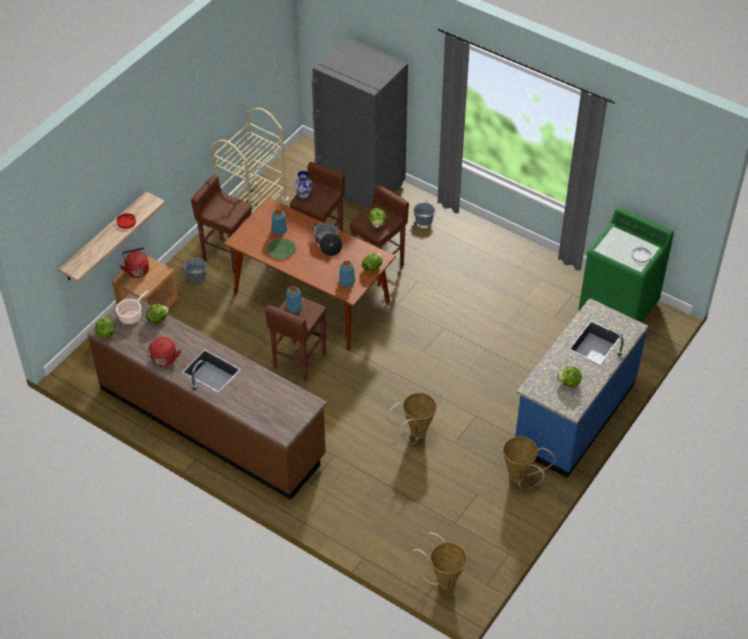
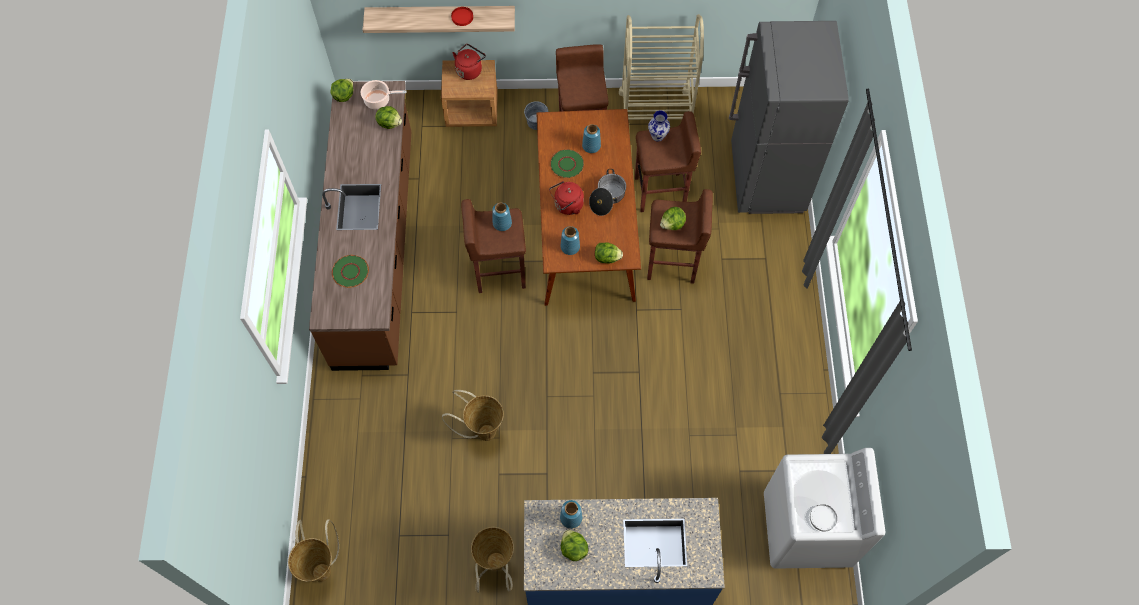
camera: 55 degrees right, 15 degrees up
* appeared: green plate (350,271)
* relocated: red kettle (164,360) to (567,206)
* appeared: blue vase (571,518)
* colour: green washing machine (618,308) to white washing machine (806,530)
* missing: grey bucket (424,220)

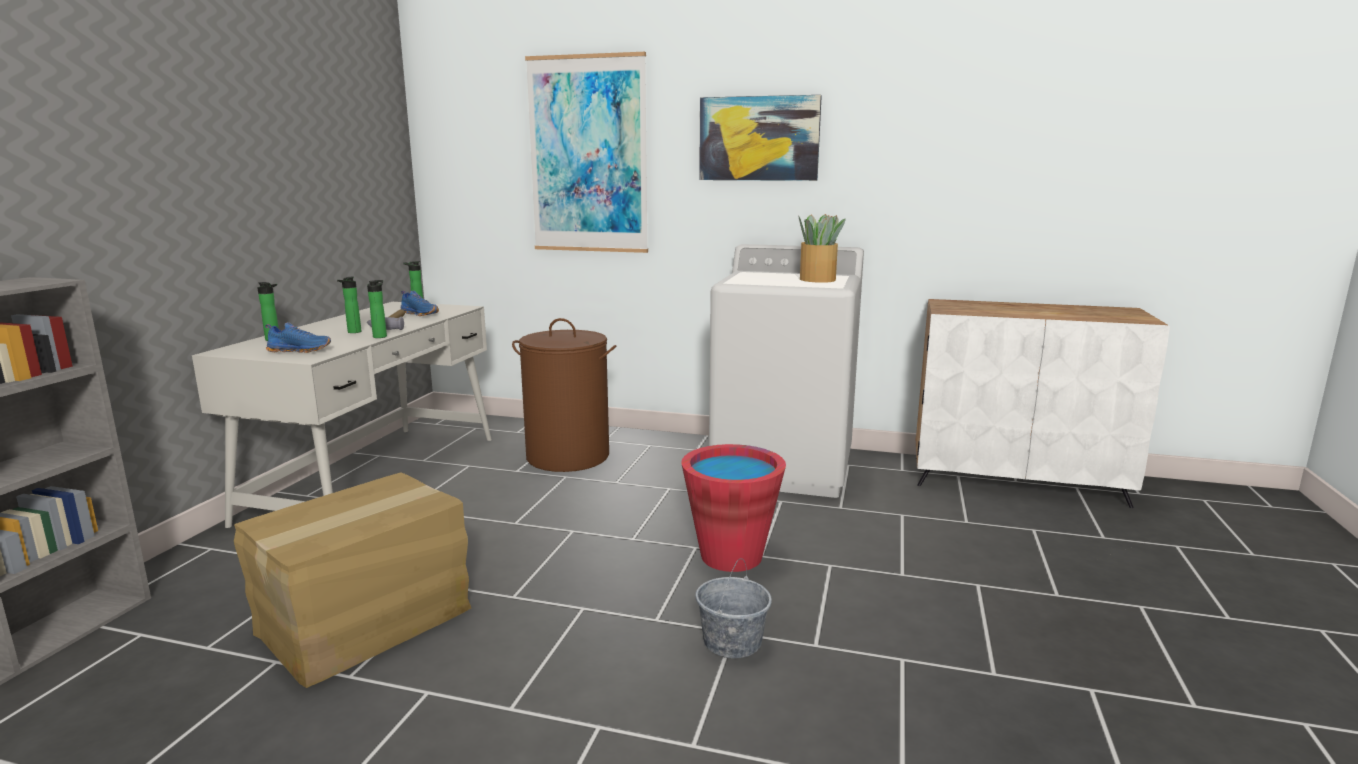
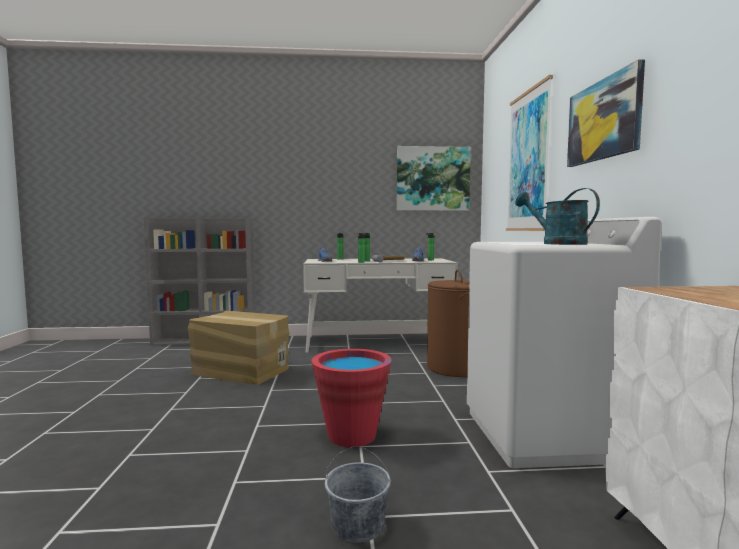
camera: 70 degrees right, 10 degrees down
* relocated: grey bucket (732,641) to (358,525)
* appeared: picture (433,179)
* exchanged: potted plant (817,279) to turquoise watering can (556,243)

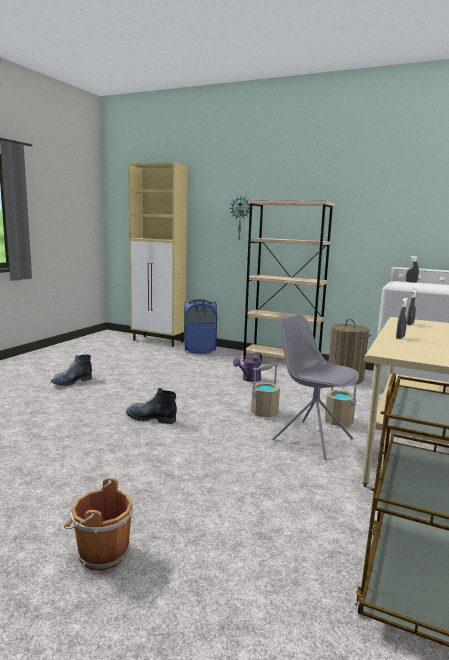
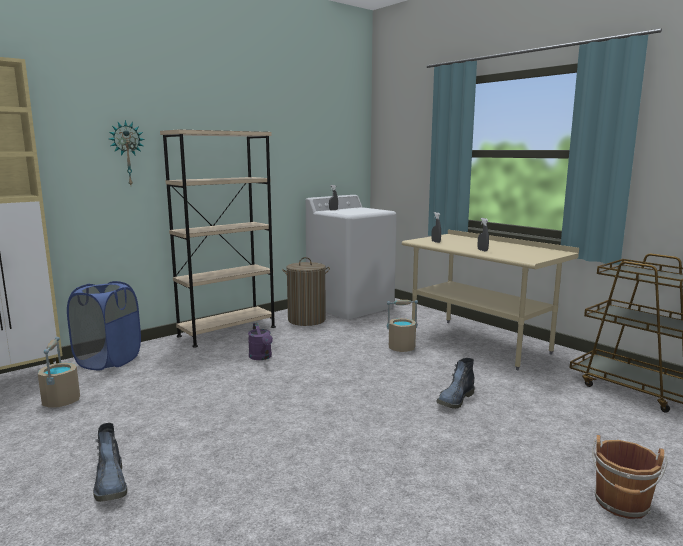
camera: 65 degrees left, 0 degrees up
* relocated: beige bucket (264,412) to (61,400)
* relocated: boot (150,418) to (455,400)
* missing: grey chair (311,438)

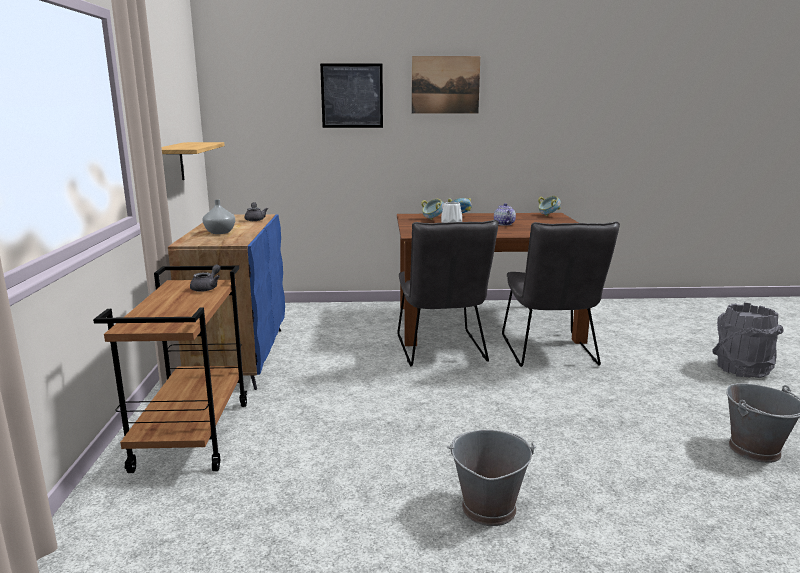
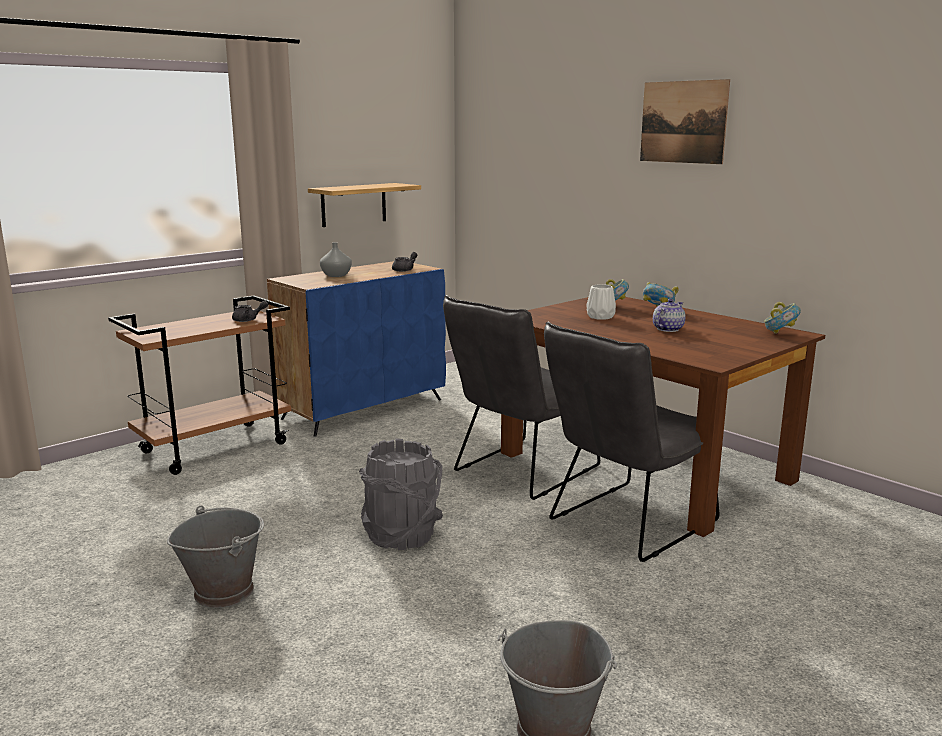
camera: 50 degrees right, 0 degrees up
* relocated: grey bucket (742,369) to (402,535)
* missing: picture (352,96)

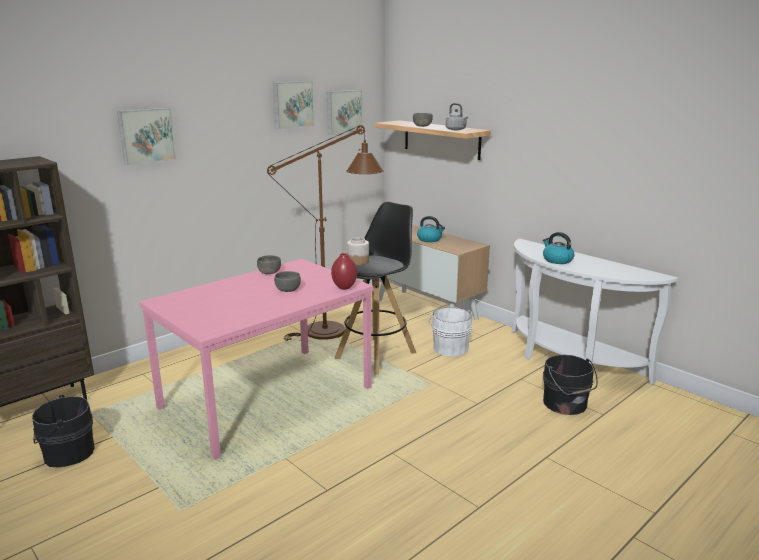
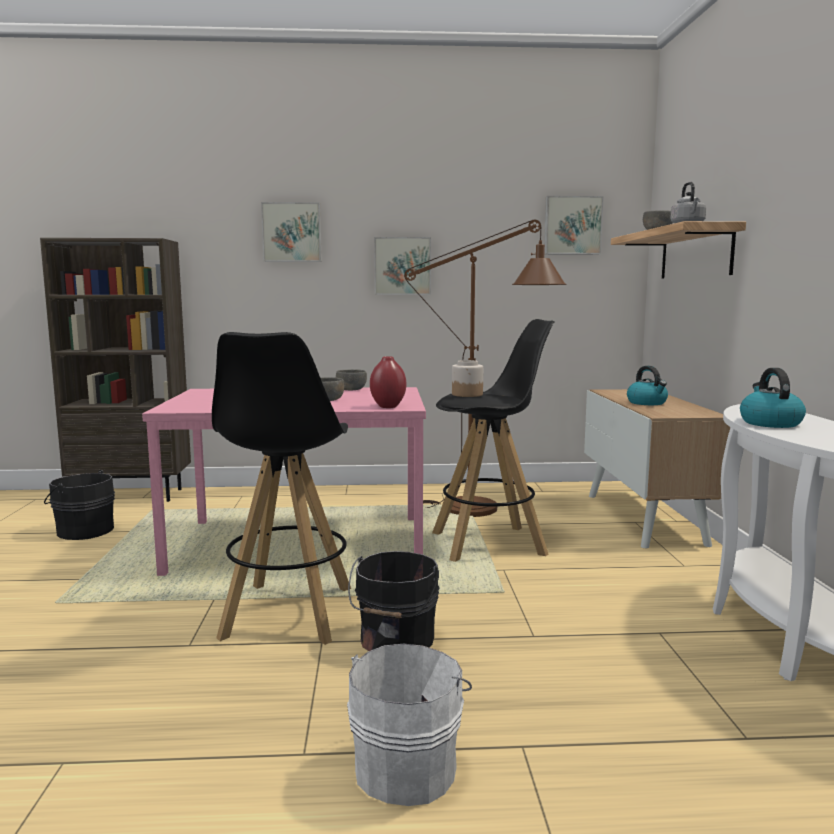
camera: 40 degrees right, 10 degrees down
* appeared: black stool (288,613)
* relocated: white bucket (450,347) to (408,766)
* relocated: black bucket (565,405) to (395,641)
* relocated: picture (292,104) to (402,266)

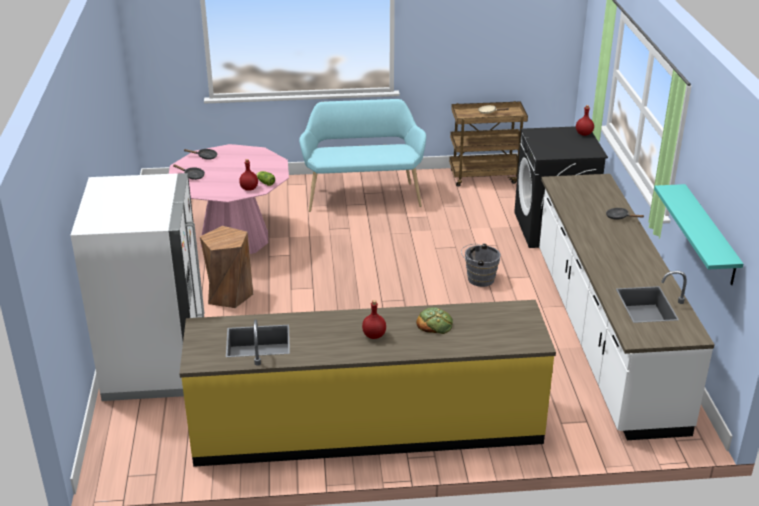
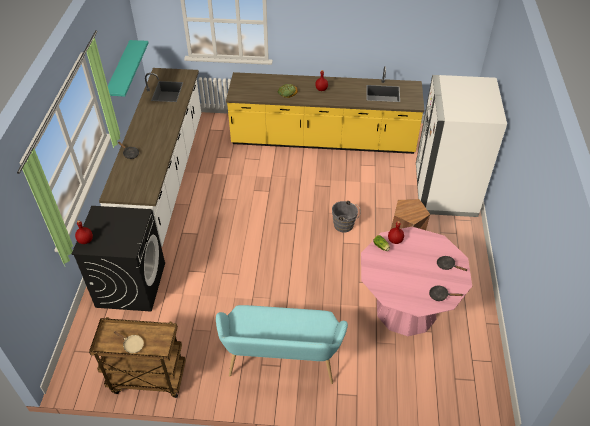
camera: 170 degrees left, 15 degrees up
* relocated: grey bucket (478,279) to (345,225)

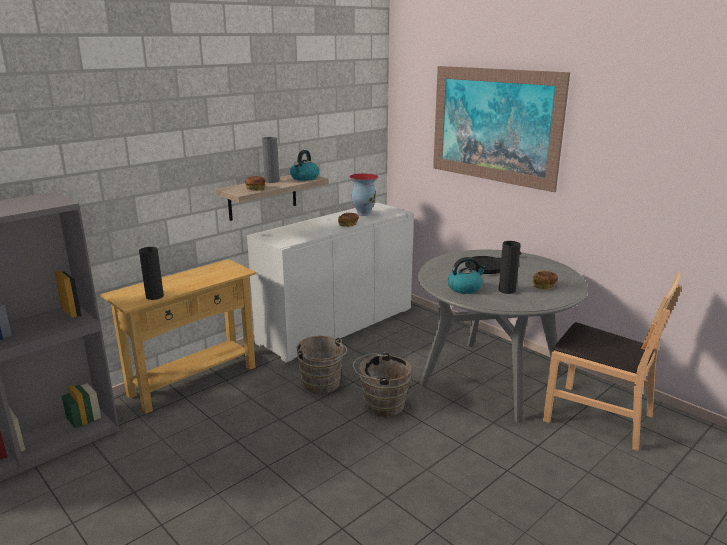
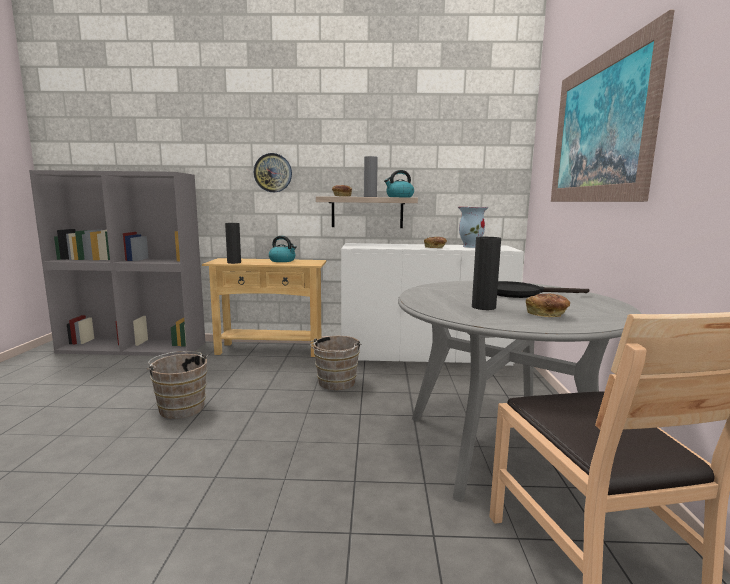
camera: 45 degrees right, 10 degrees down
* relocated: brown bucket (381,405) to (181,407)
* appeared: wall clock (273,173)
* relocated: kettle (465,288) to (282,261)

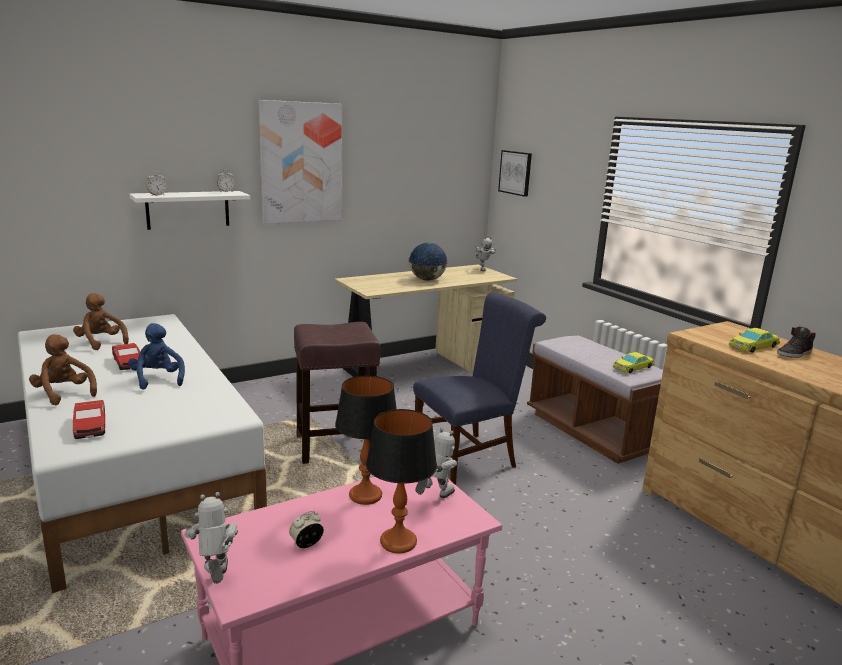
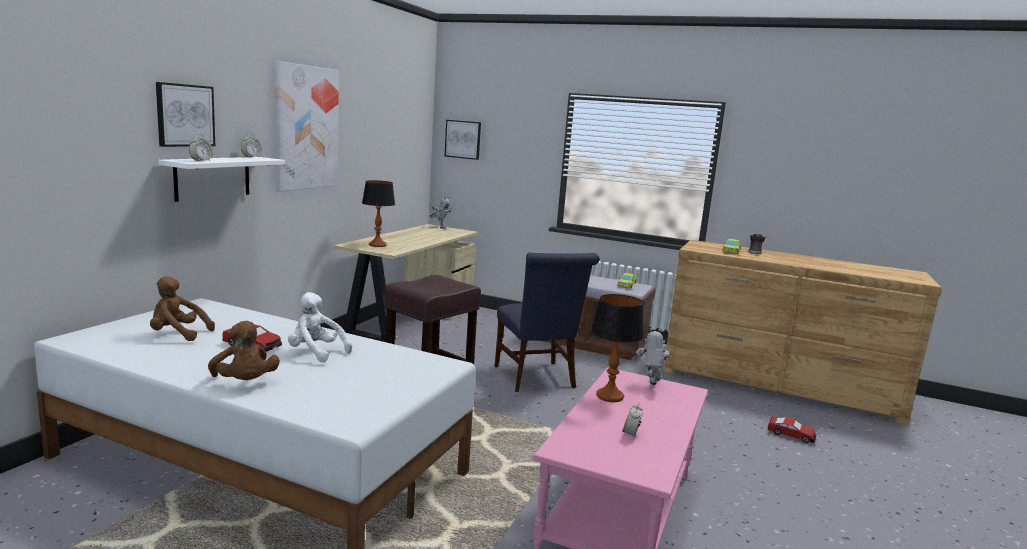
camera: 35 degrees left, 5 degrees down
* appeared: picture (185,115)
* spun: brown plush toy (64,393) = (245,383) 135 degrees counterclockwise
* colour: blue plush toy (158,379) to white plush toy (316,352)
* relocated: table lamp (398,541) to (377,245)
* spun: blue chair (470,456) = (537,378) 135 degrees clockwise
* relocated: toy car (90,426) to (791,435)
* missing: toy robot (216,579)
* missing: globe (427,280)

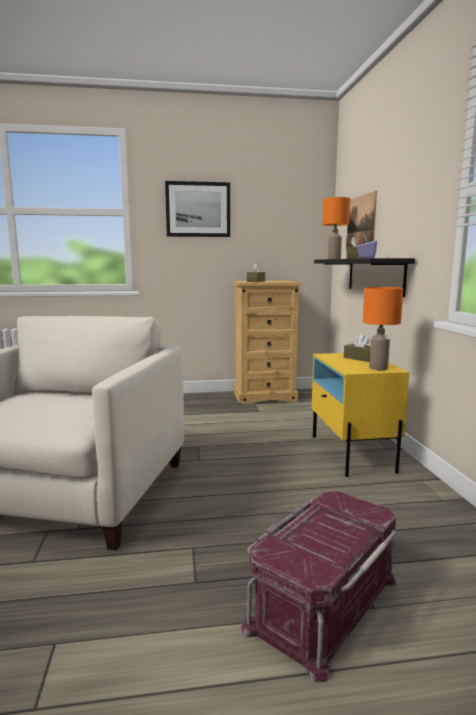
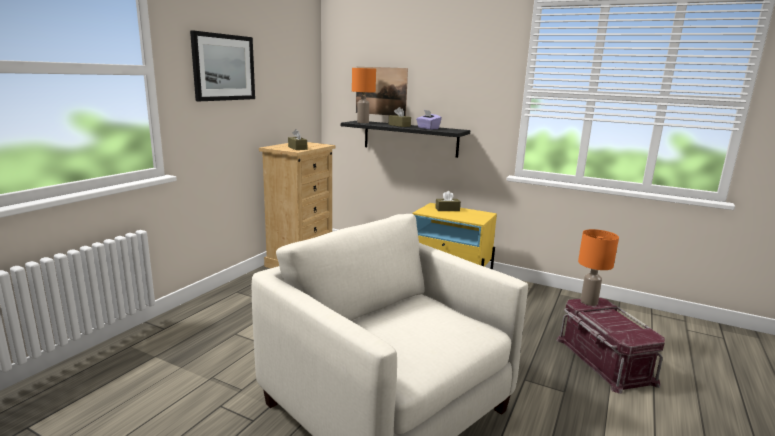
camera: 55 degrees left, 5 degrees up
* relocated: orange table lamp (378,368) to (589,302)

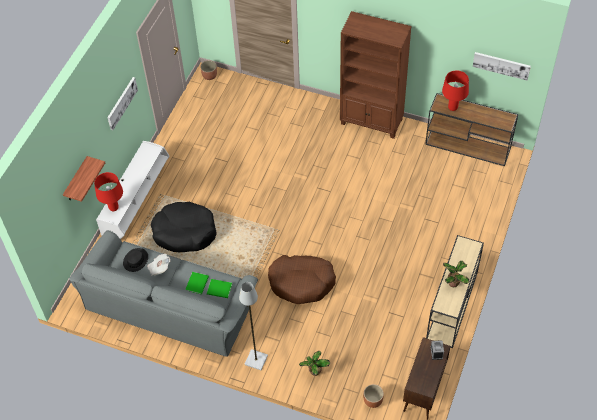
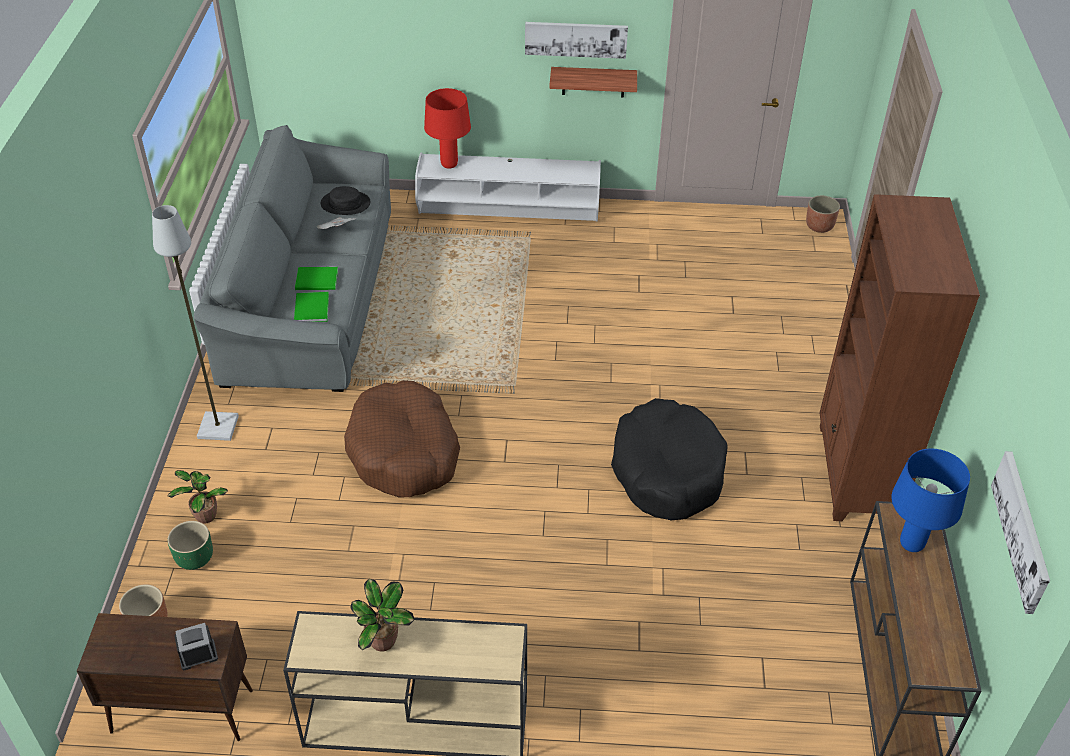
camera: 70 degrees right, 10 degrees down
* appeared: green planter (194,558)
* relocated: shelf (76,180) to (593,82)
* relocated: black dog bed (184,232) to (667,470)
* colour: red table lamp (452,108) to blue table lamp (911,544)

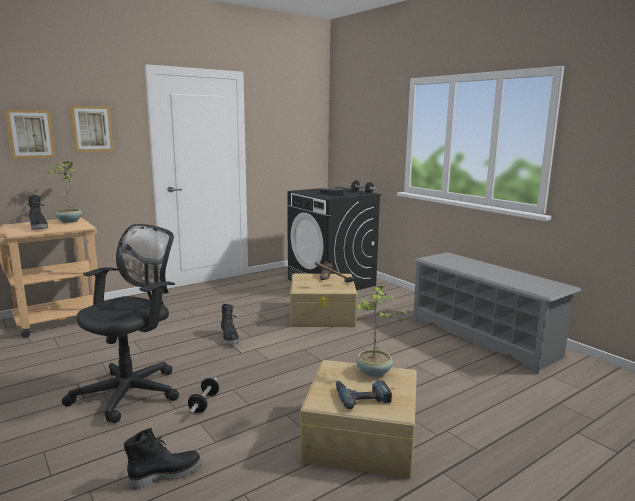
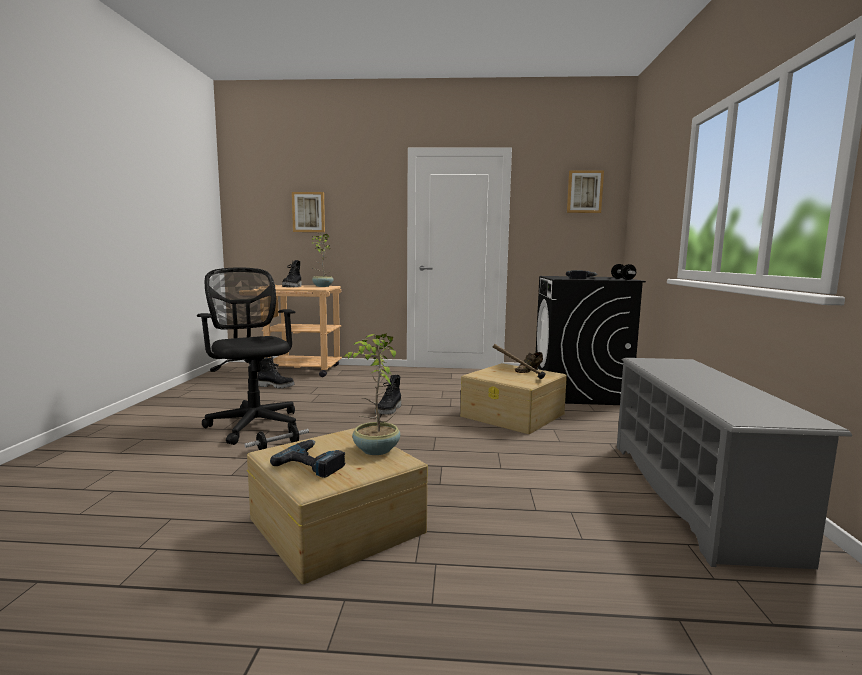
camera: 40 degrees right, 5 degrees down
* spun: black office chair (132,392) = (253,423) 105 degrees counterclockwise
* relocated: black boot (165,474) to (276,386)
* relocated: picture (92,128) to (584,192)

